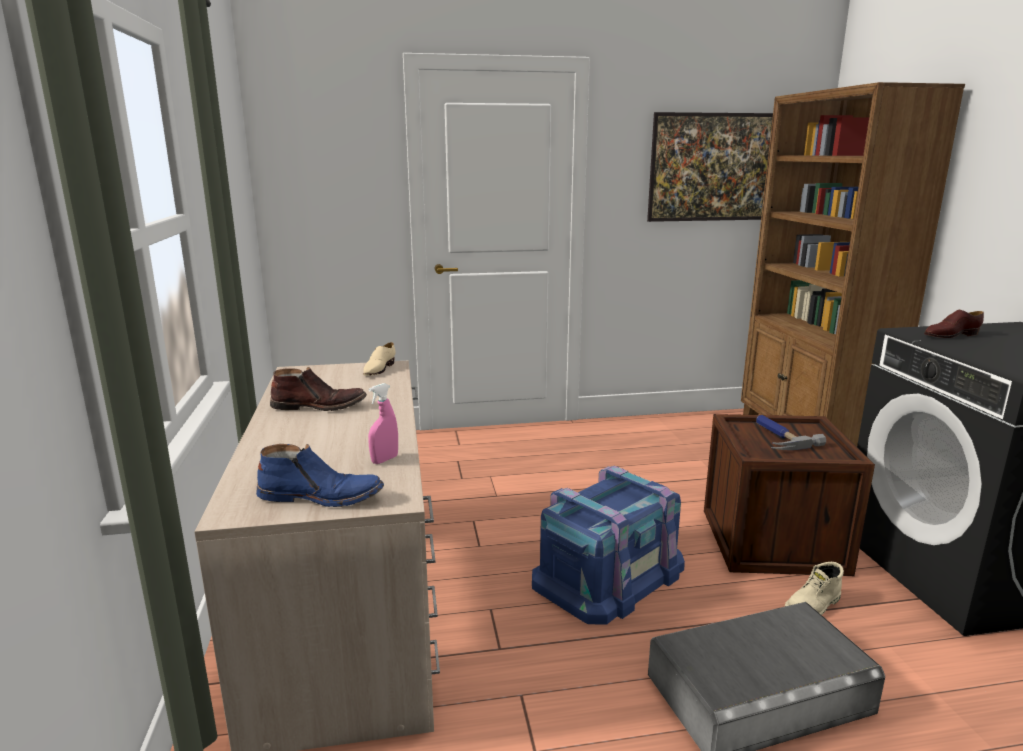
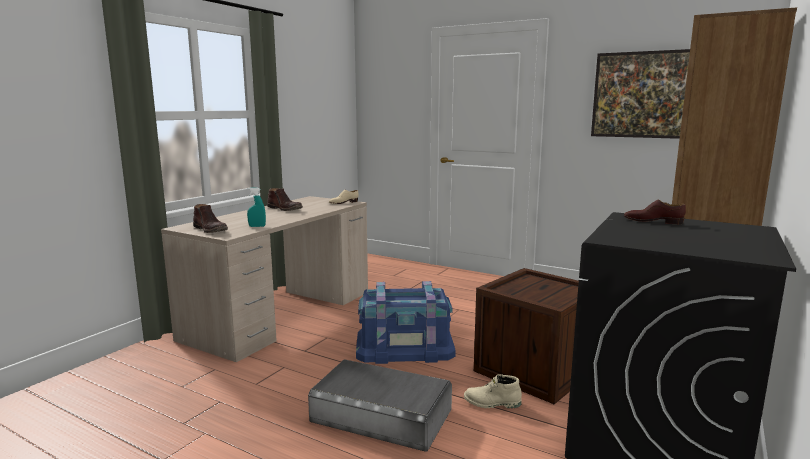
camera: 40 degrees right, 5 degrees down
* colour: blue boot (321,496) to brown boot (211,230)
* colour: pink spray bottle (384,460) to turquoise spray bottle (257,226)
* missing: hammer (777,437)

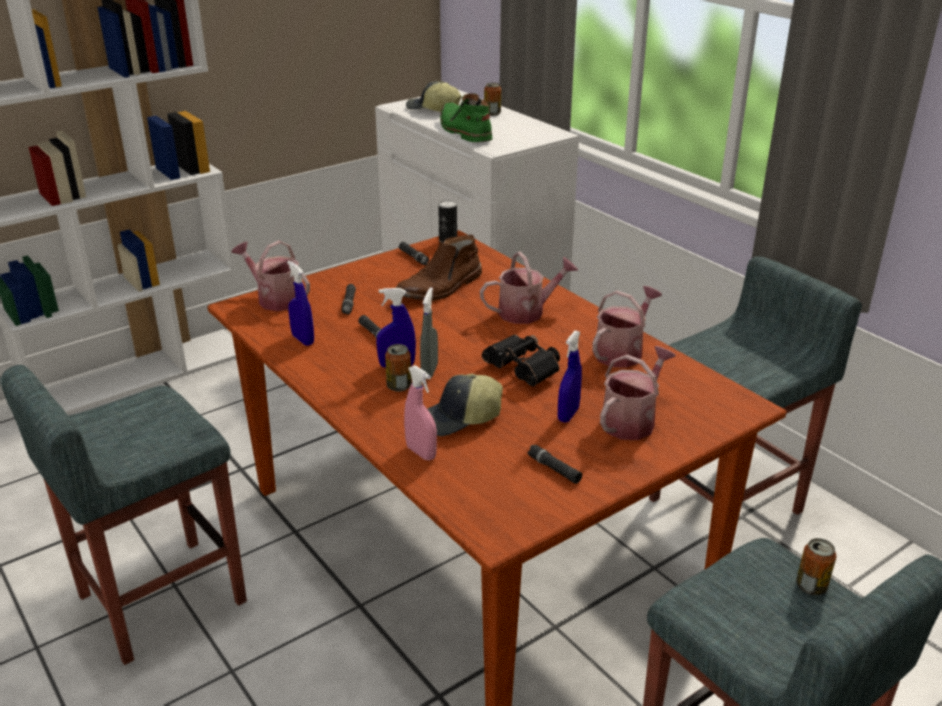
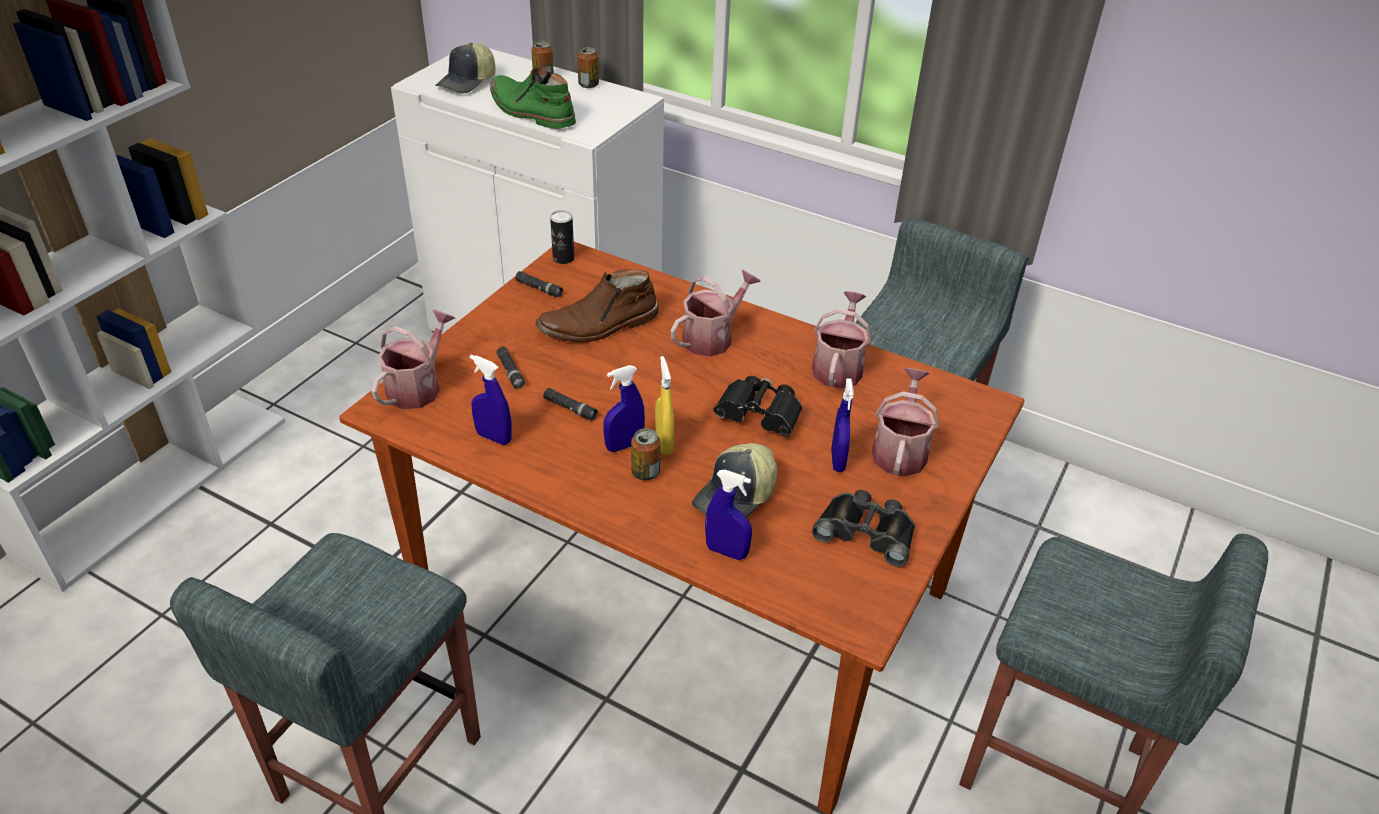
camera: 25 degrees left, 10 degrees up
* spun: watering can (275,299) = (418,386) 105 degrees clockwise
* spun: cap (433,109) = (468,82) 60 degrees counterclockwise
* spun: brown boot (441,287) = (599,325) 45 degrees clockwise
* relocated: can (811,586) to (588,85)
* colour: grey spray bottle (429,371) to yellow spray bottle (664,443)
* colour: pink spray bottle (421,453) to blue spray bottle (726,551)
* exchanged: black flashlight (554,469) to black binoculars (866,531)

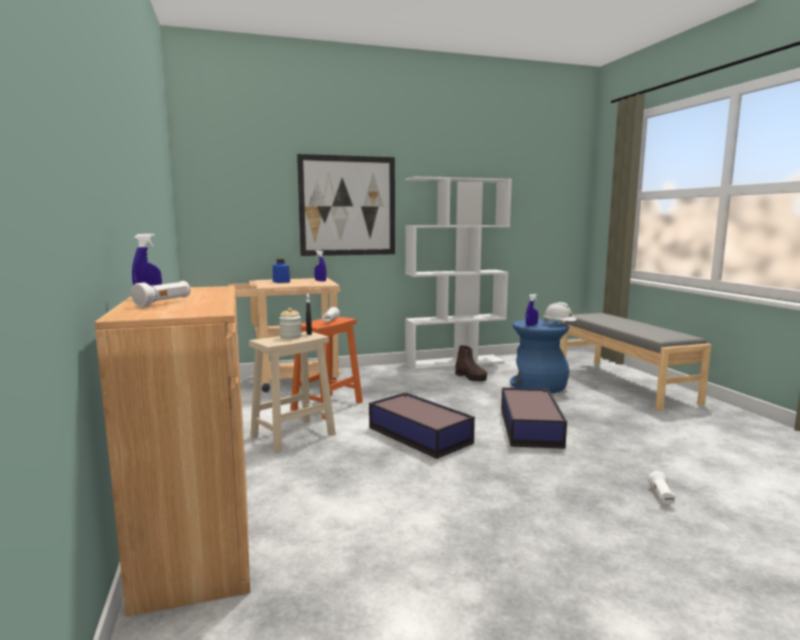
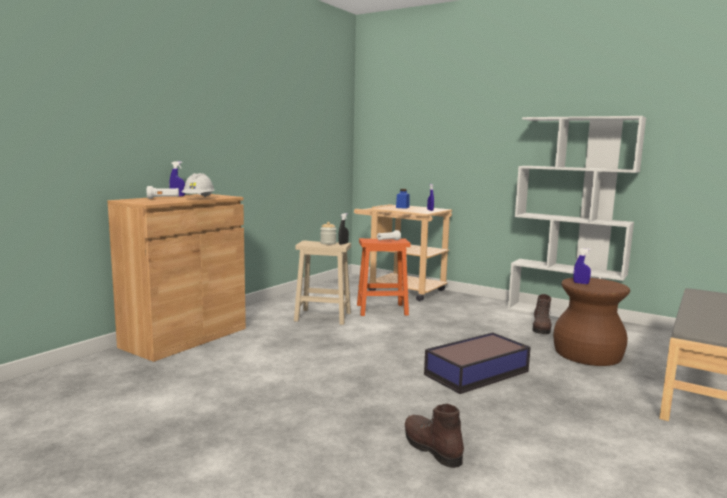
camera: 50 degrees right, 0 degrees up
* relocated: white hard hat (559,324) to (198,199)
* exchanged: white flashlight (661,496) to brown boot (431,448)
* colour: blue stool (538,386) to brown stool (588,355)
* missing: picture (347,206)
* missing: storage box (419,434)

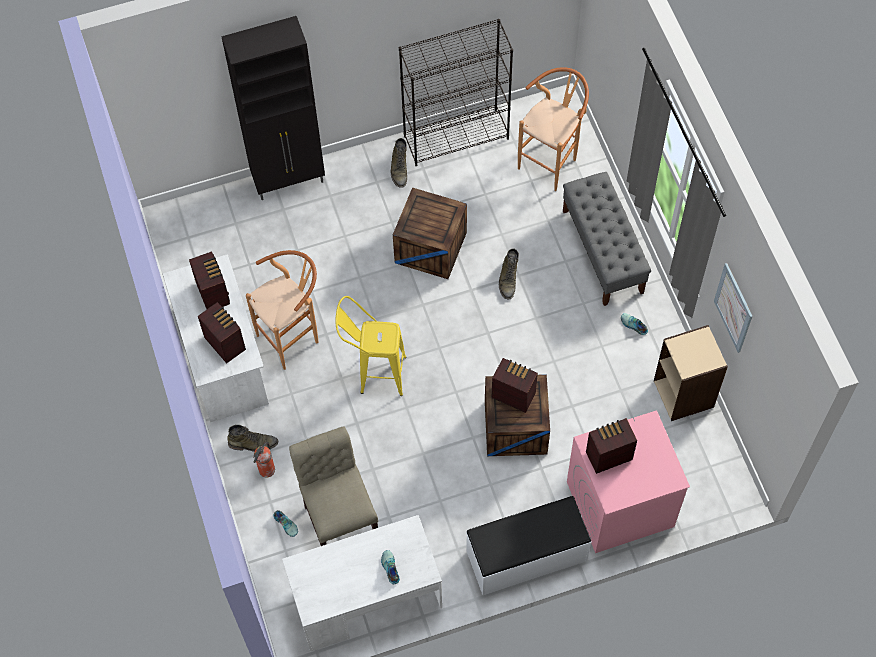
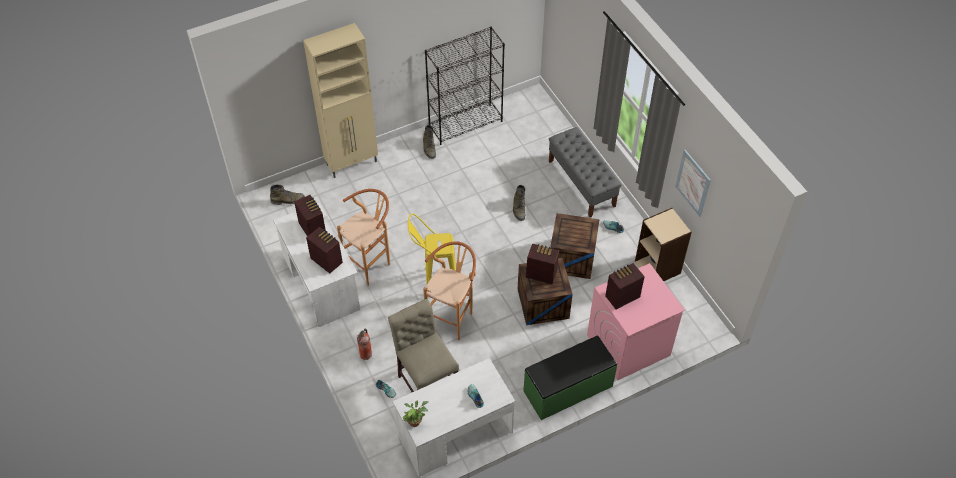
camera: 10 degrees left, 10 degrees down
* relocated: green boot (253,443) to (288,200)
* colour: black cabinet (290,180) to beige cabinet (352,163)
* appeared: potted plant (415,421)
* relocated: brown stool (551,161) to (452,317)
* colour: white bench (527,556) to green bench (568,389)
* relocated: crate (430,247) to (572,258)

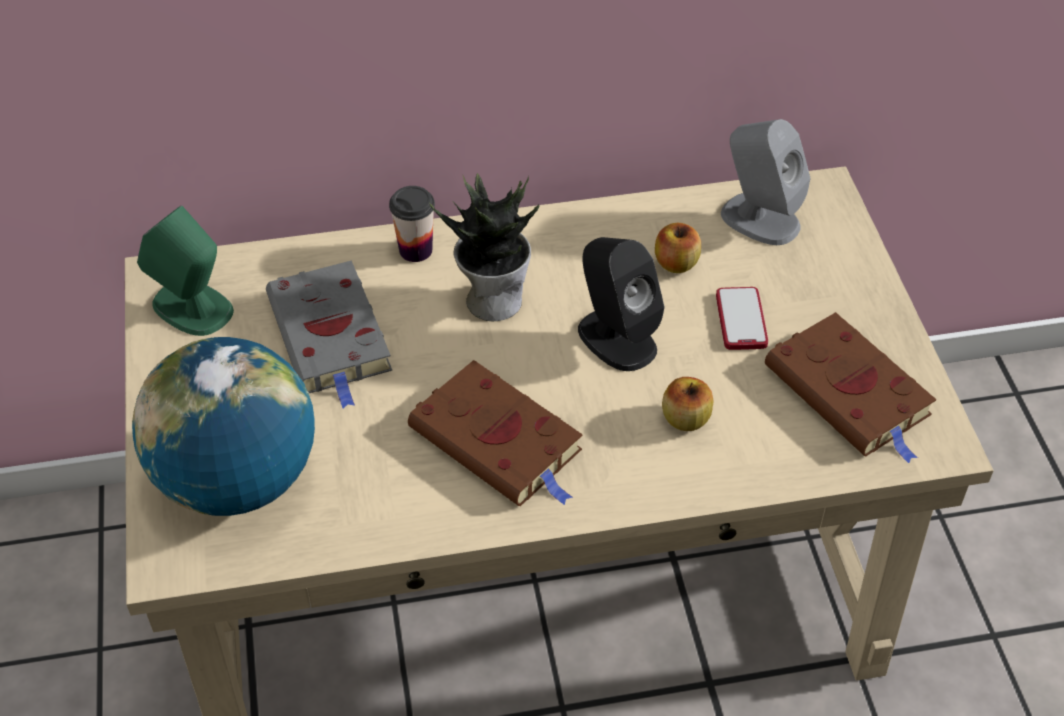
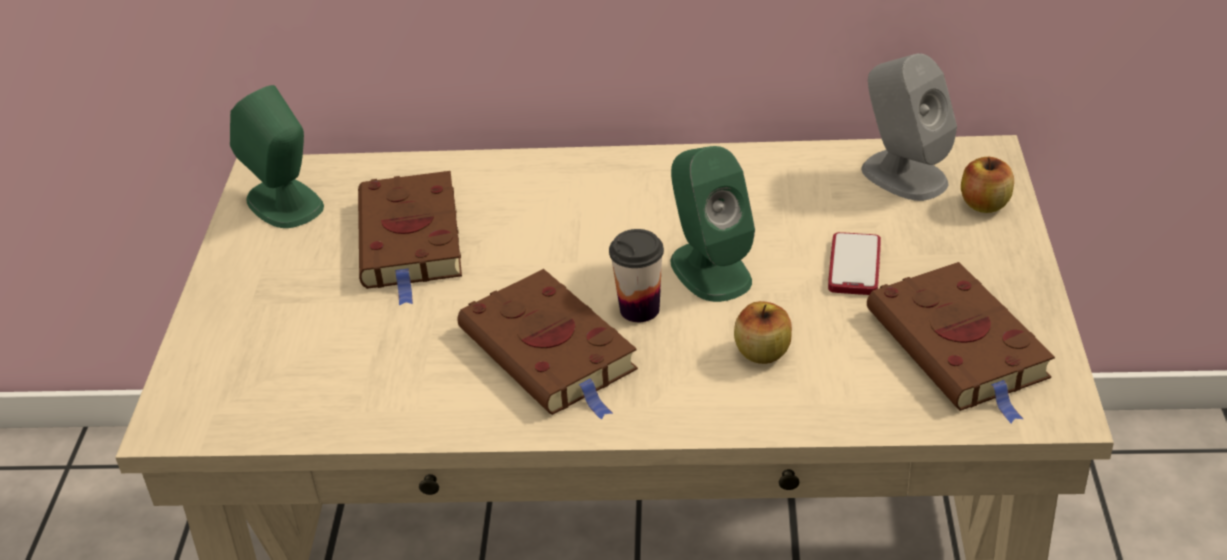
camera: 15 degrees right, 10 degrees down
* colour: grey book (331,337) to brown book (411,241)
* relocated: cup (415,250) to (639,309)
* colour: black speaker (616,338) to green speaker (710,270)
* relocated: apple (676,263) to (984,204)
* missing: globe (238,480)
* missing: potted plant (493,299)

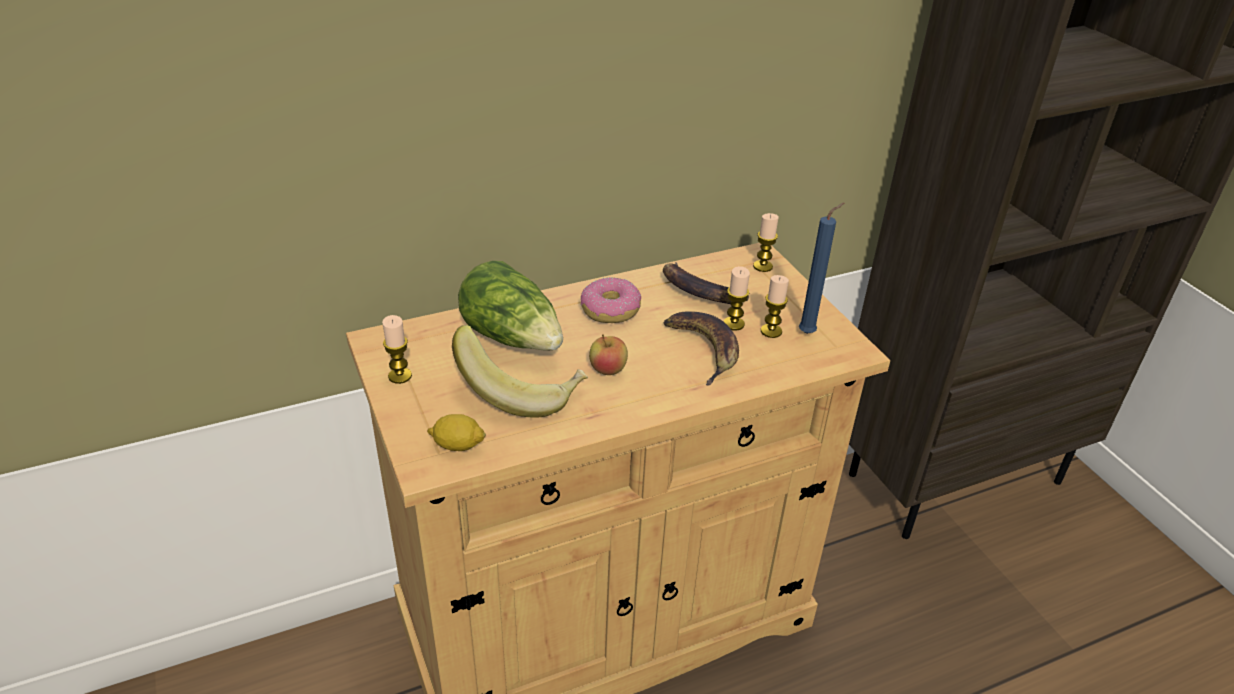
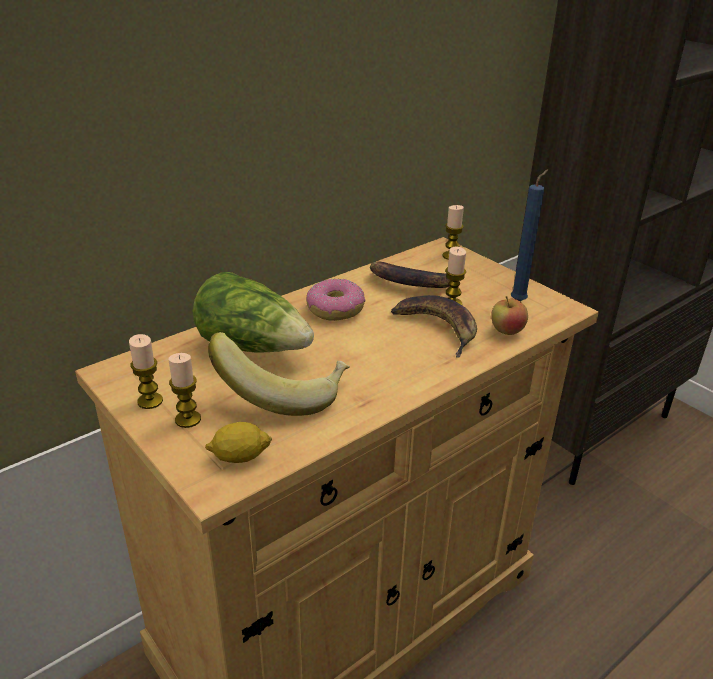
camera: 15 degrees left, 5 degrees down
* relocated: candle (771,331) to (188,419)
* relocated: apple (608,370) to (507,331)

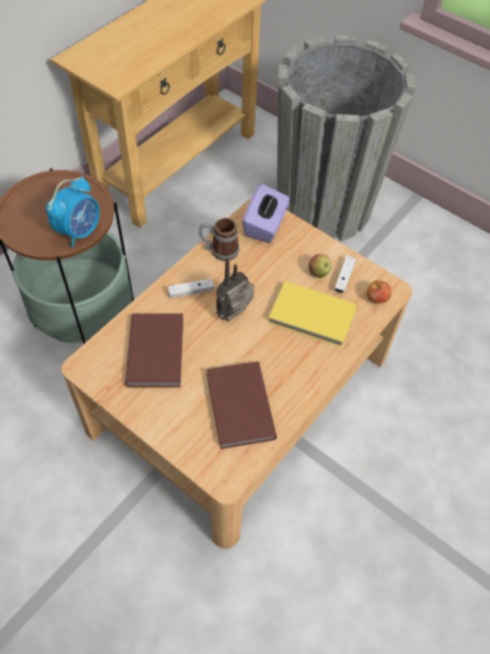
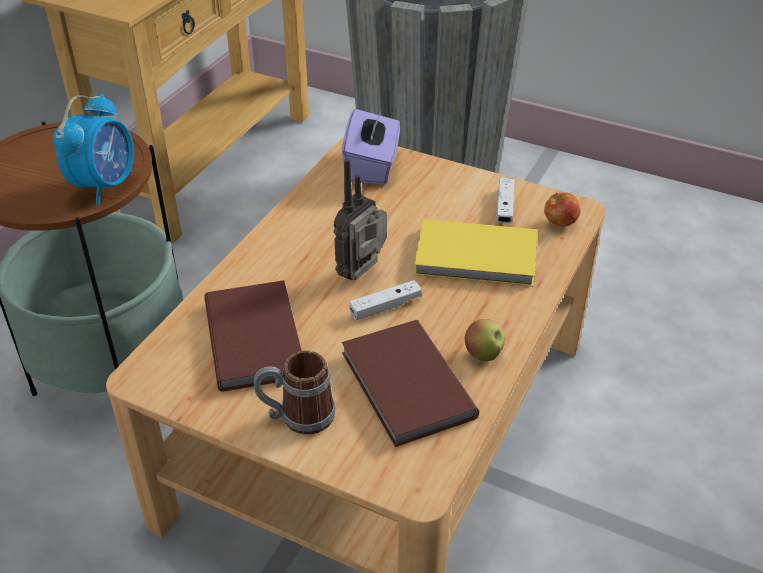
camera: 10 degrees left, 15 degrees down
* relocated: mug (219,250) to (297,416)
* relocated: white game controller (191,291) to (385,306)
* relocated: apple (318,273) to (483,354)

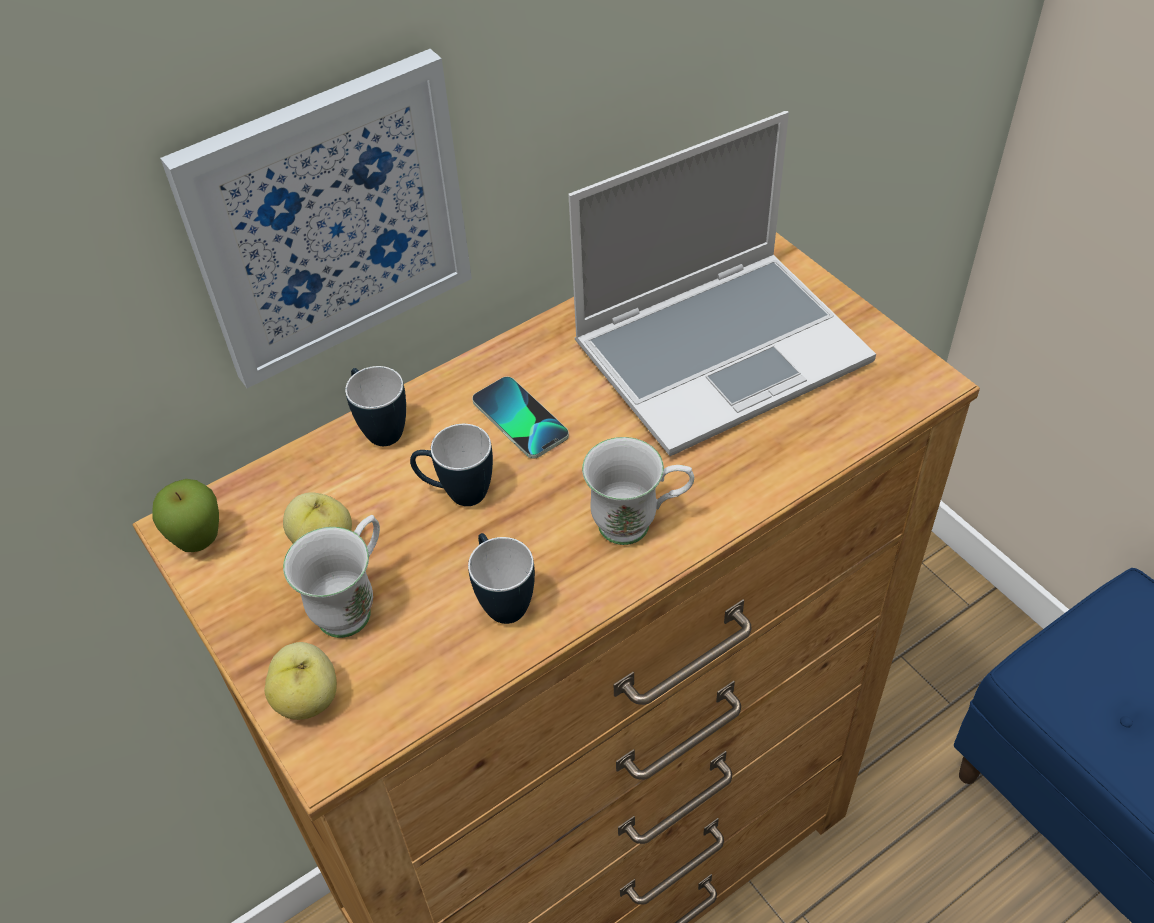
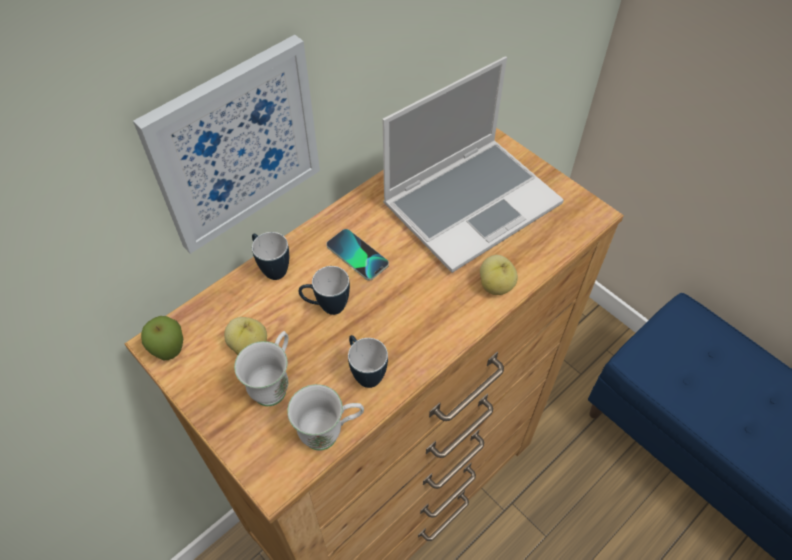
camera: 10 degrees left, 5 degrees up
* relocated: white mug (638,524) to (330,433)
* relocated: apple (308,699) to (496,285)

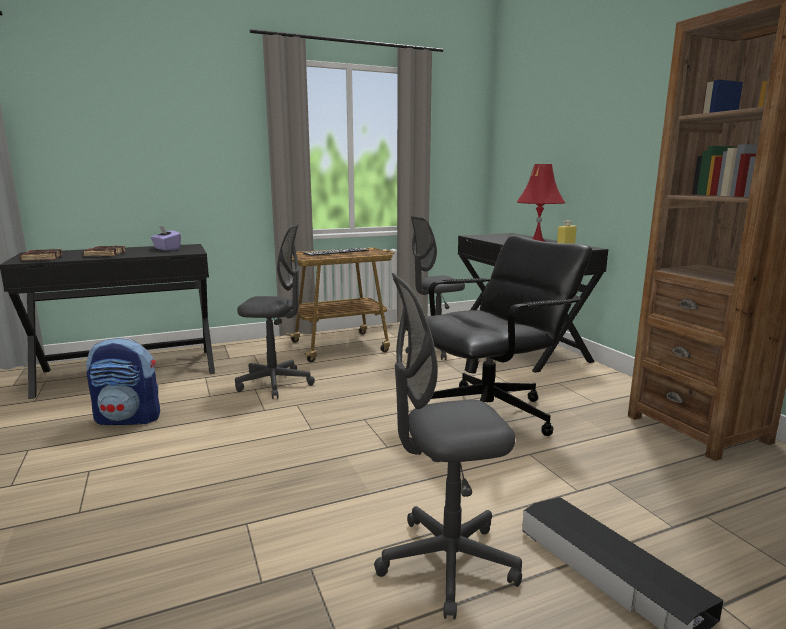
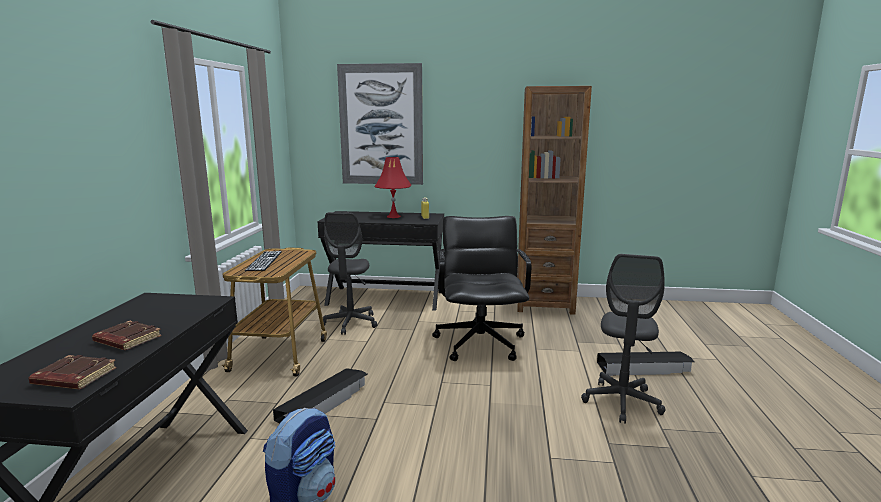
camera: 60 degrees left, 0 degrees up
* exchanged: grey office chair (275,383) to black storage box (324,403)
* appeared: picture (381,125)
* missing: purple tissue box (166,249)

